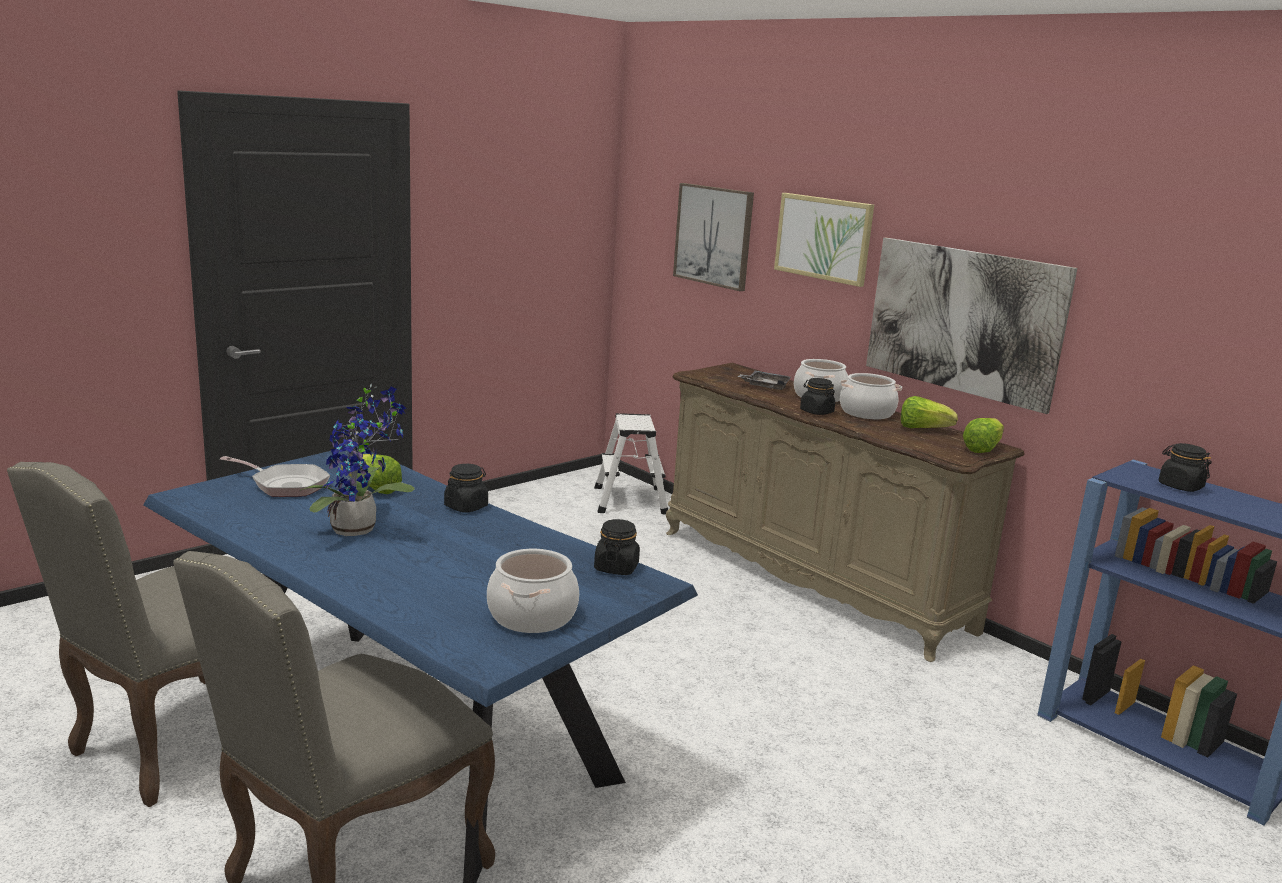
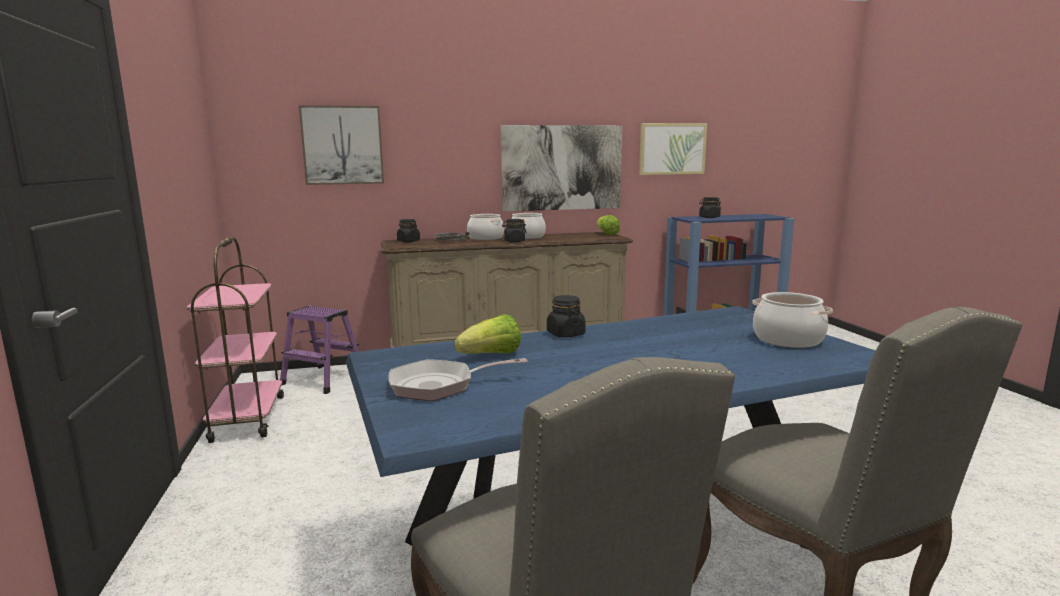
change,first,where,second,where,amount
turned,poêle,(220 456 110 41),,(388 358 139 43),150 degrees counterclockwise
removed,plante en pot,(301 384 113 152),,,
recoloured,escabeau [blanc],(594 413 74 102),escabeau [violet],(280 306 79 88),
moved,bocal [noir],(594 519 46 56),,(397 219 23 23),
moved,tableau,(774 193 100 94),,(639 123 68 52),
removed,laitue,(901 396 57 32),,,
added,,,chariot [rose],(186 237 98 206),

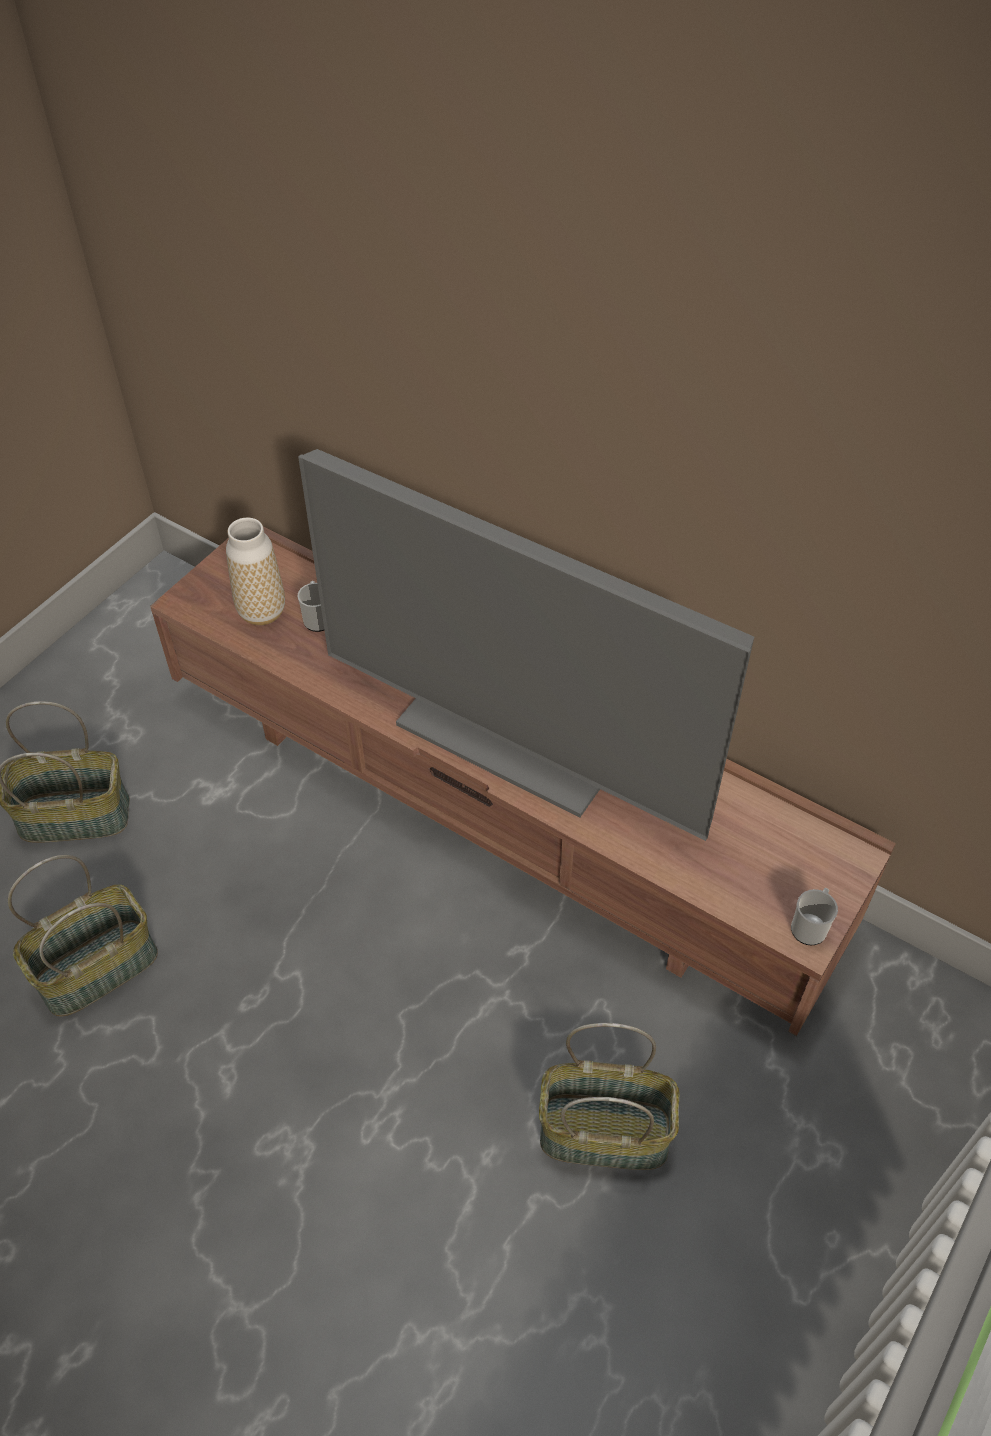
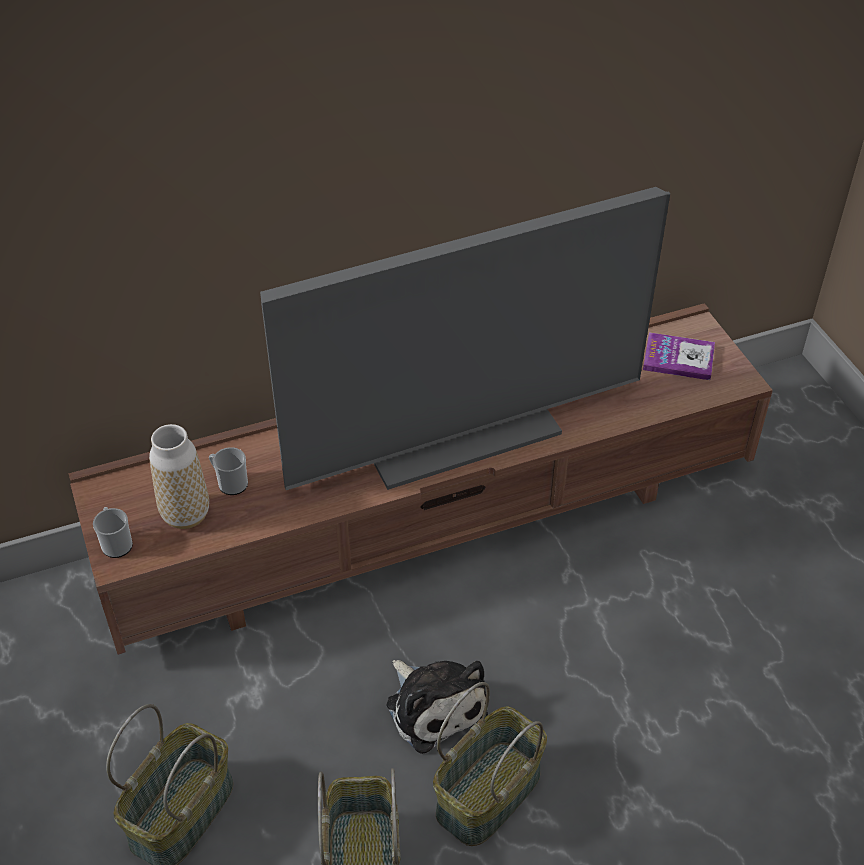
change,first,where,second,where,amount
moved,panier,(539 1023 140 147),,(433 682 114 164),
moved,mug,(791 888 47 57),,(93 507 40 51),
added,,,peluche,(386 660 102 94),
added,,,livre,(643 332 72 48),

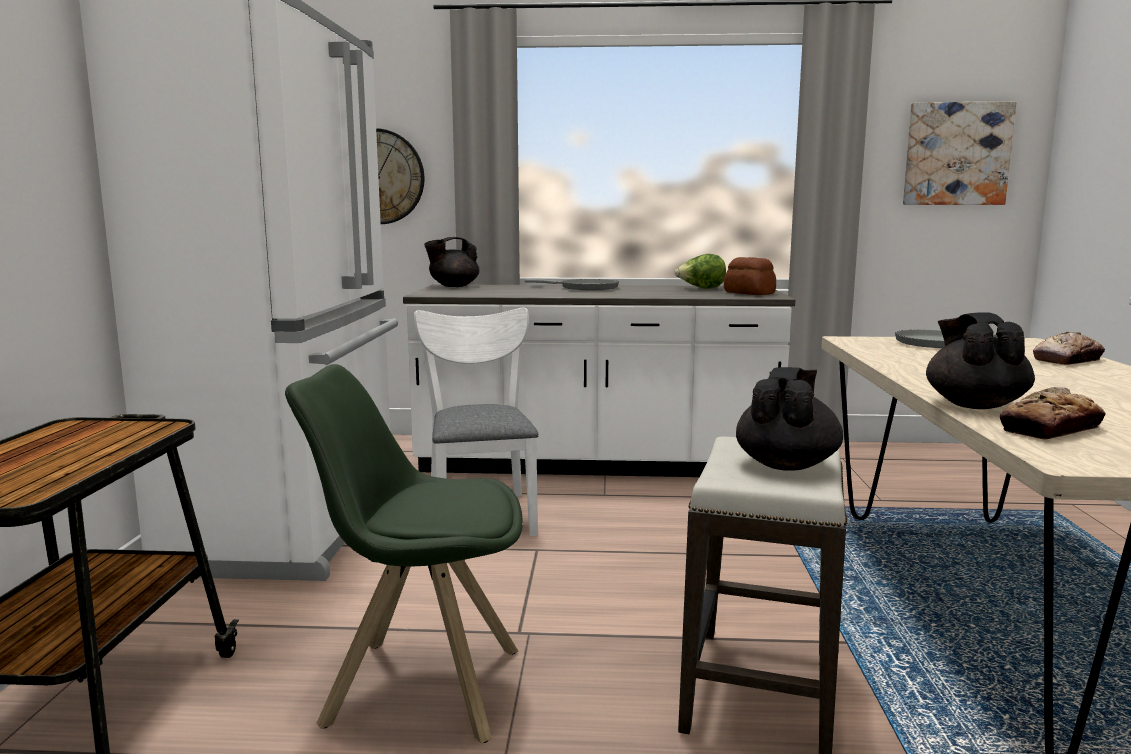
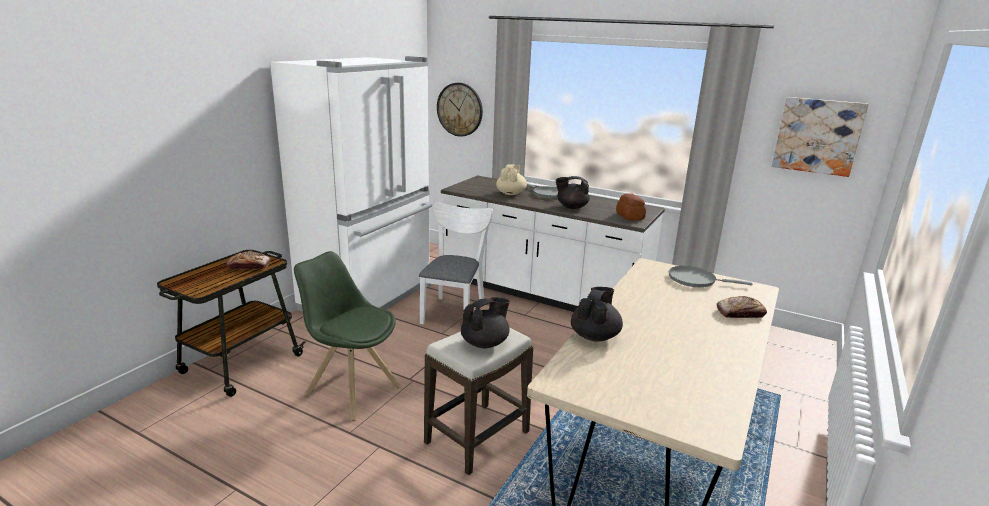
change,first,where,second,where,amount
moved,théière [noir],(424 237 55 50),,(555 176 35 33),
removed,laitue,(675 254 51 35),,,
moved,pain,(1000 387 106 53),,(227 251 44 18),
added,,,théière [beige],(496 164 31 31),

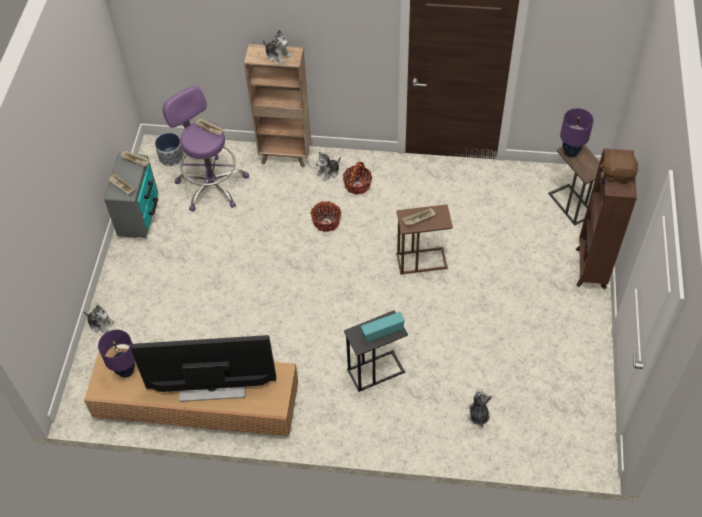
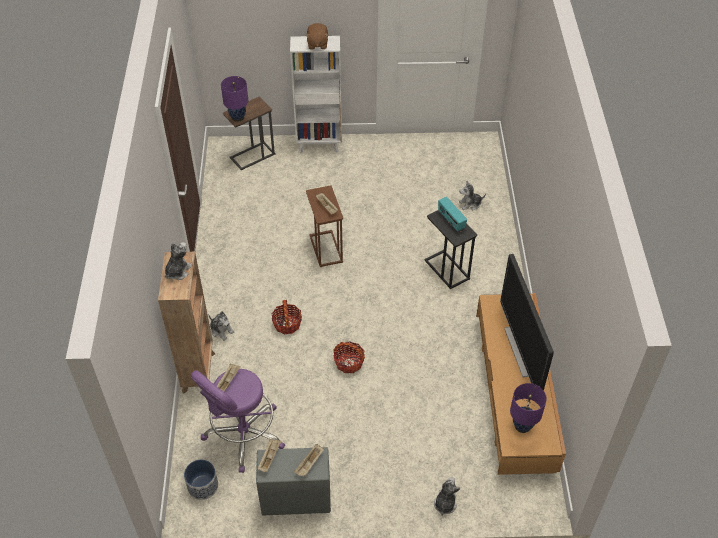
change,first,where,second,where,amount
moved,panier,(343 161 29 34),,(333 341 32 32),
recoloured,bibliothèque [marron],(576 149 61 140),bibliothèque [blanc],(290 36 52 118),

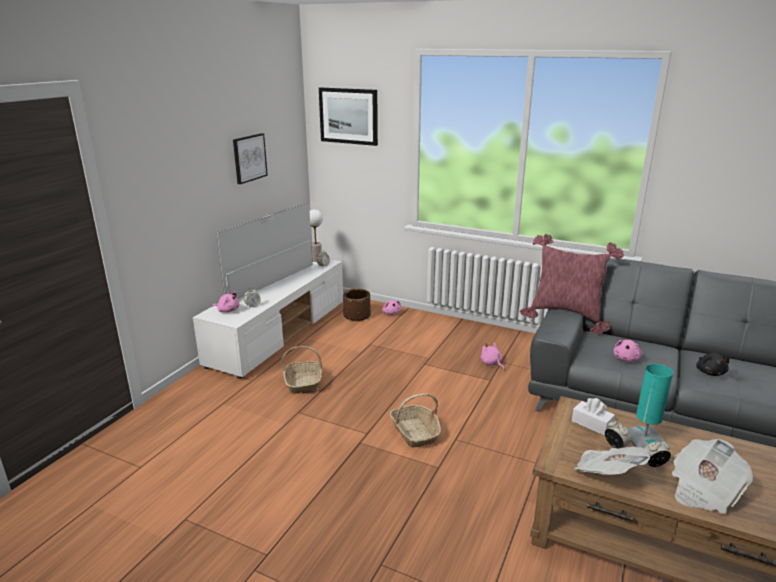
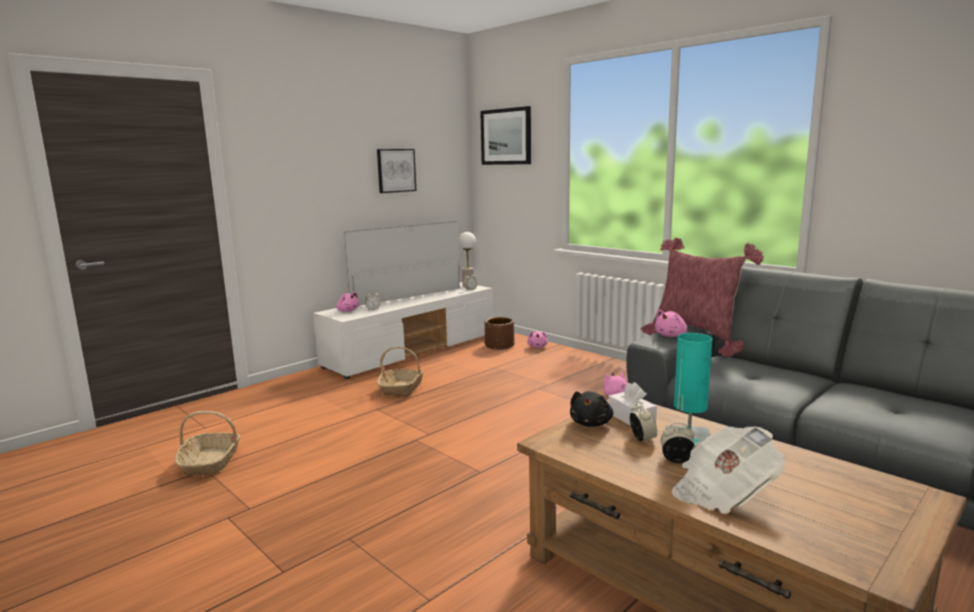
change,first,where,second,where,amount
moved,panier,(390 393 51 55),,(175 411 65 65),
removed,journal,(574 446 76 29),,,
moved,peluche [rose],(613 340 29 22),,(654 309 33 28),
moved,peluche [noir],(696 353 33 23),,(570 391 43 36),

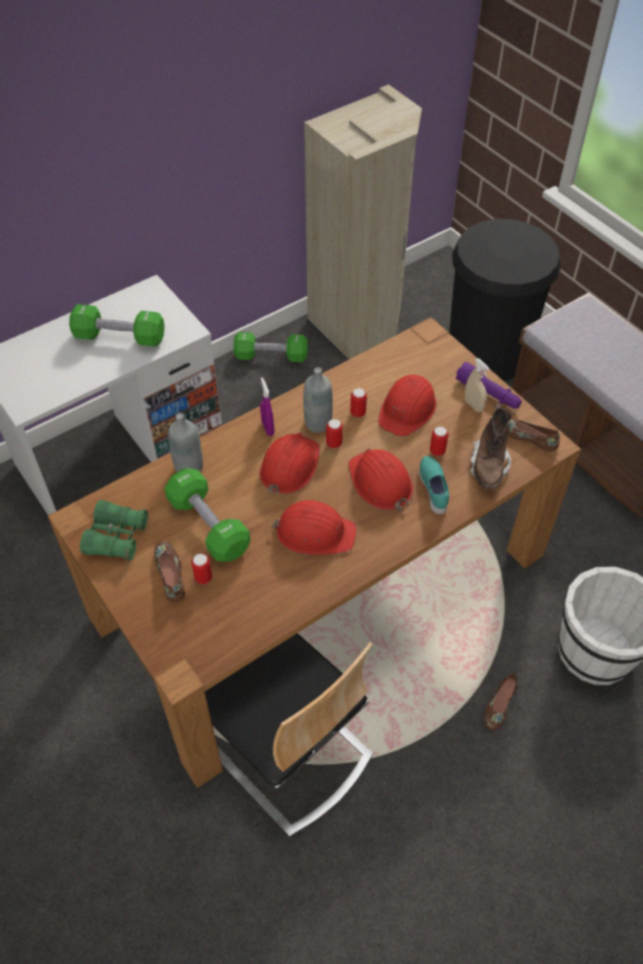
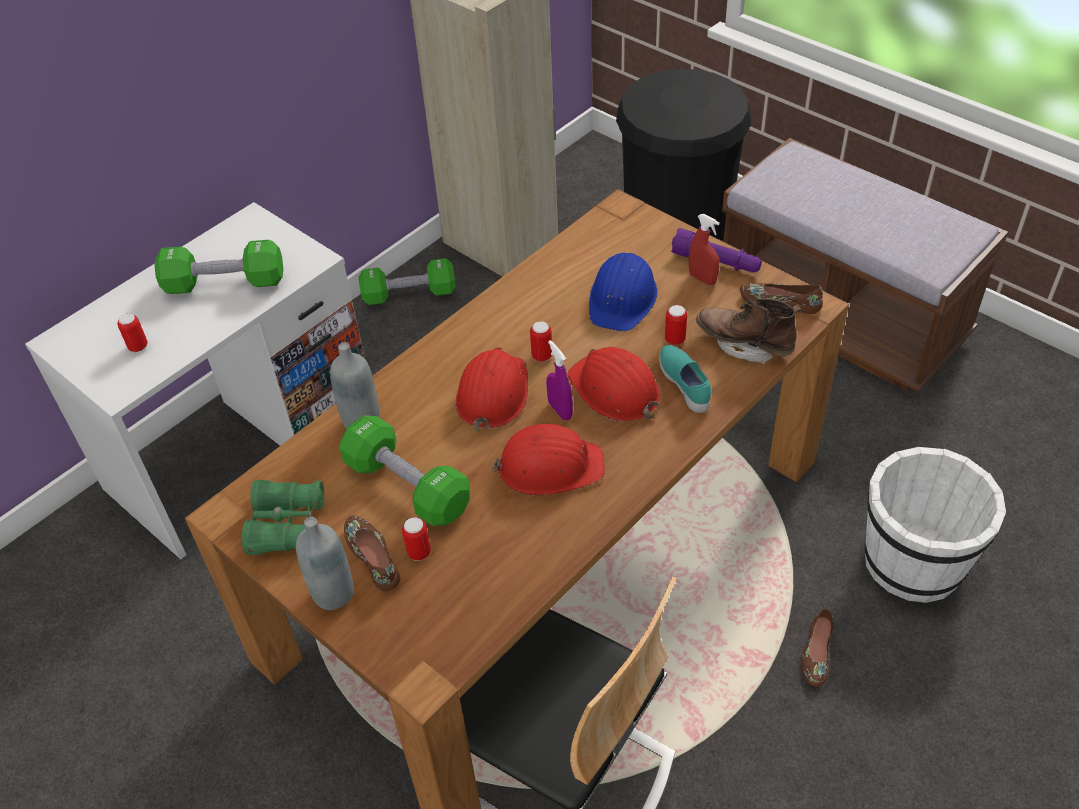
change,first,where,second,where,amount
moved,vaporisateur [violet],(260 378 14 58),,(546 340 27 80),
moved,bouteille [gris],(303 367 30 66),,(296 517 58 93),
moved,boîte métallique,(350 388 17 30),,(118 313 30 39),
recoloured,casque de chantier [rouge],(378 375 59 62),casque de chantier [bleu],(589 253 68 78),
recoloured,vaporisateur [beige],(465 358 25 54),vaporisateur [rouge],(689 214 31 71),
turned,botte [marron],(470 403 42 86),,(696 298 105 66),120 degrees clockwise

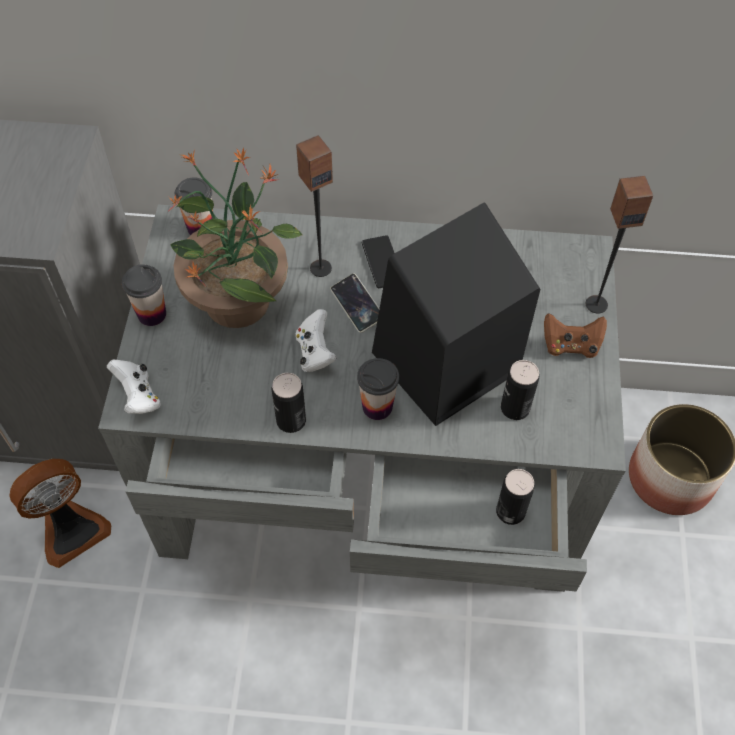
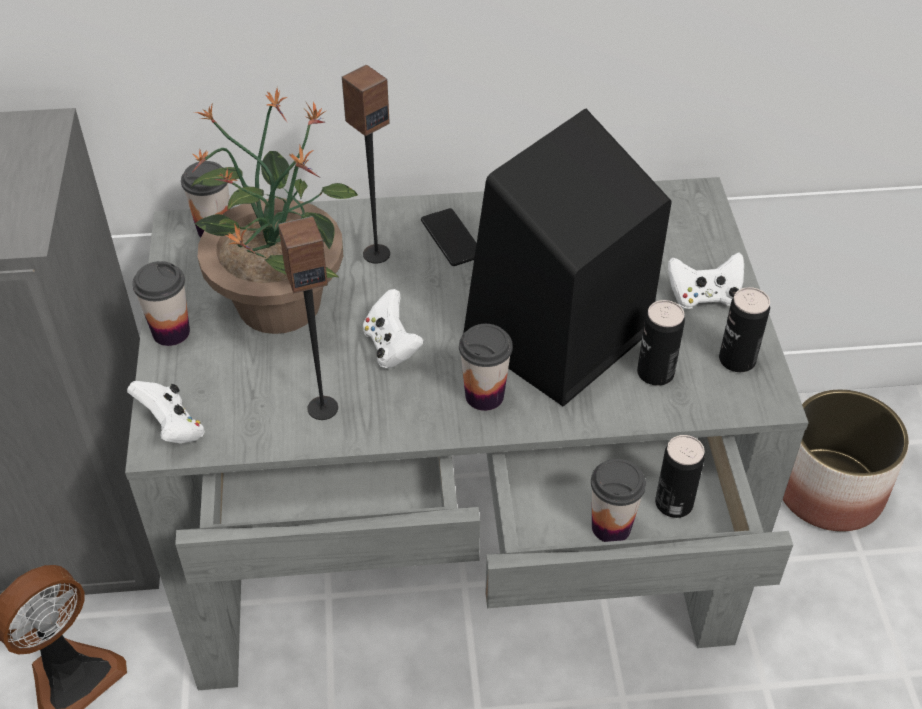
change,first,where,second,where,amount
moved,boîte métallique,(272 373 34 60),,(719 287 51 85),
removed,téléphone,(330 273 50 60),,,
recoloured,manette [marron],(544 313 63 45),manette [blanc],(668 252 76 57),
moved,enceinte,(586 175 67 139),,(278 216 60 204),
added,,,tasse,(591 459 55 83),

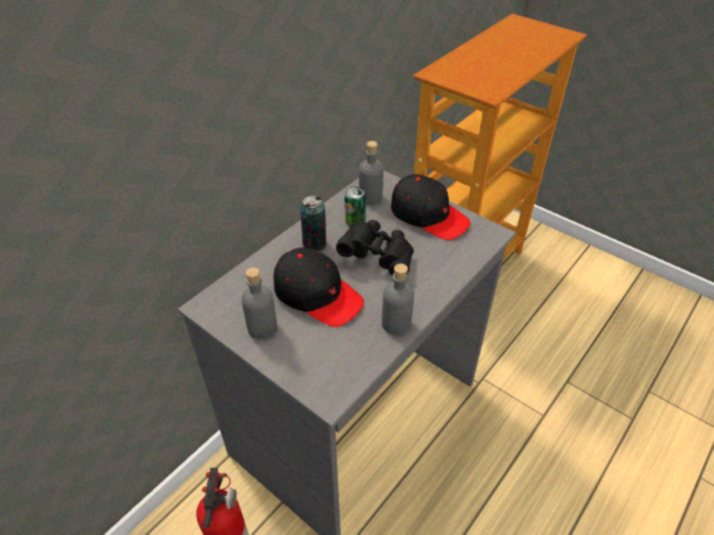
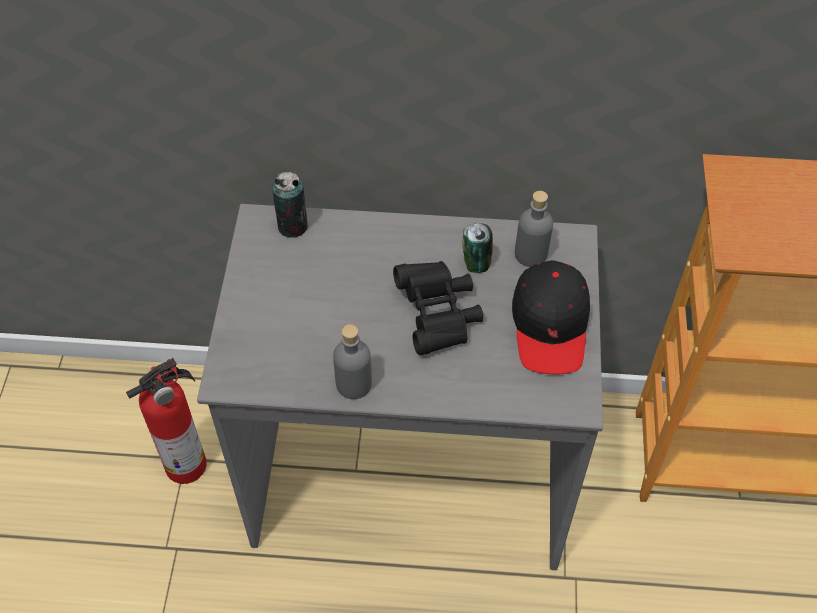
change,first,where,second,where,amount
removed,bouteille [gris],(241 267 36 73),,,
removed,casquette [noir],(273 247 91 80),,,
moved,boîte métallique,(300 196 26 55),,(272 172 36 66),

